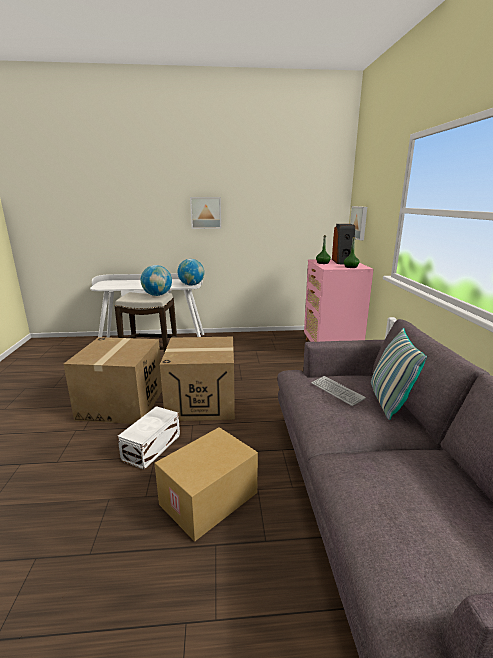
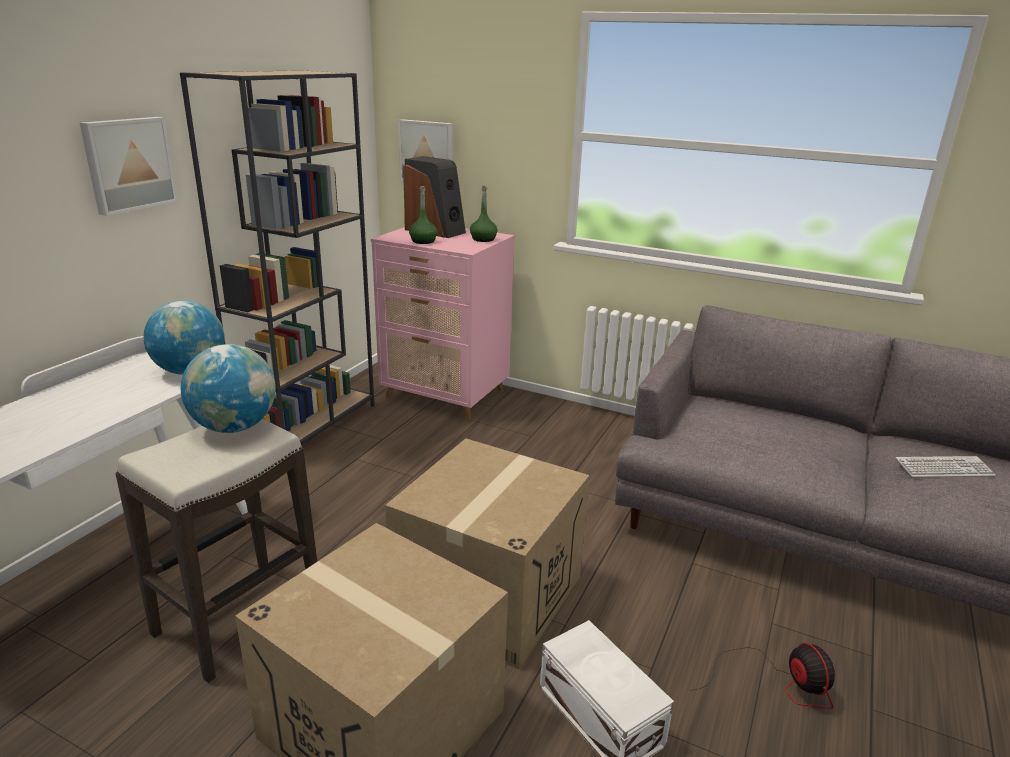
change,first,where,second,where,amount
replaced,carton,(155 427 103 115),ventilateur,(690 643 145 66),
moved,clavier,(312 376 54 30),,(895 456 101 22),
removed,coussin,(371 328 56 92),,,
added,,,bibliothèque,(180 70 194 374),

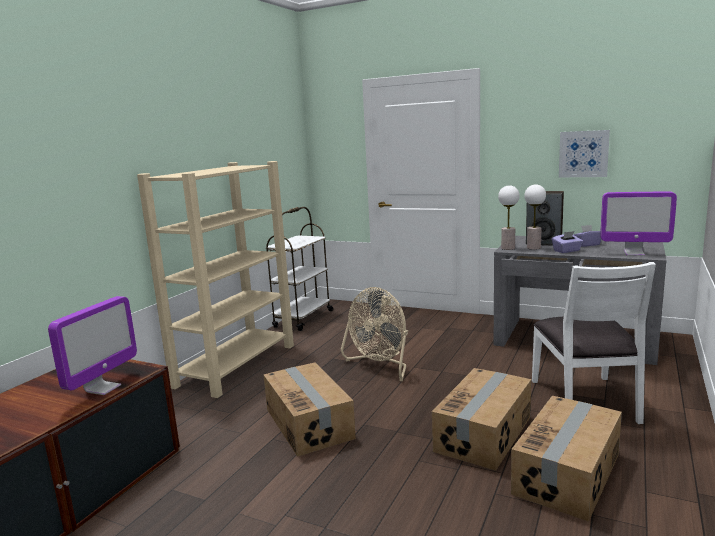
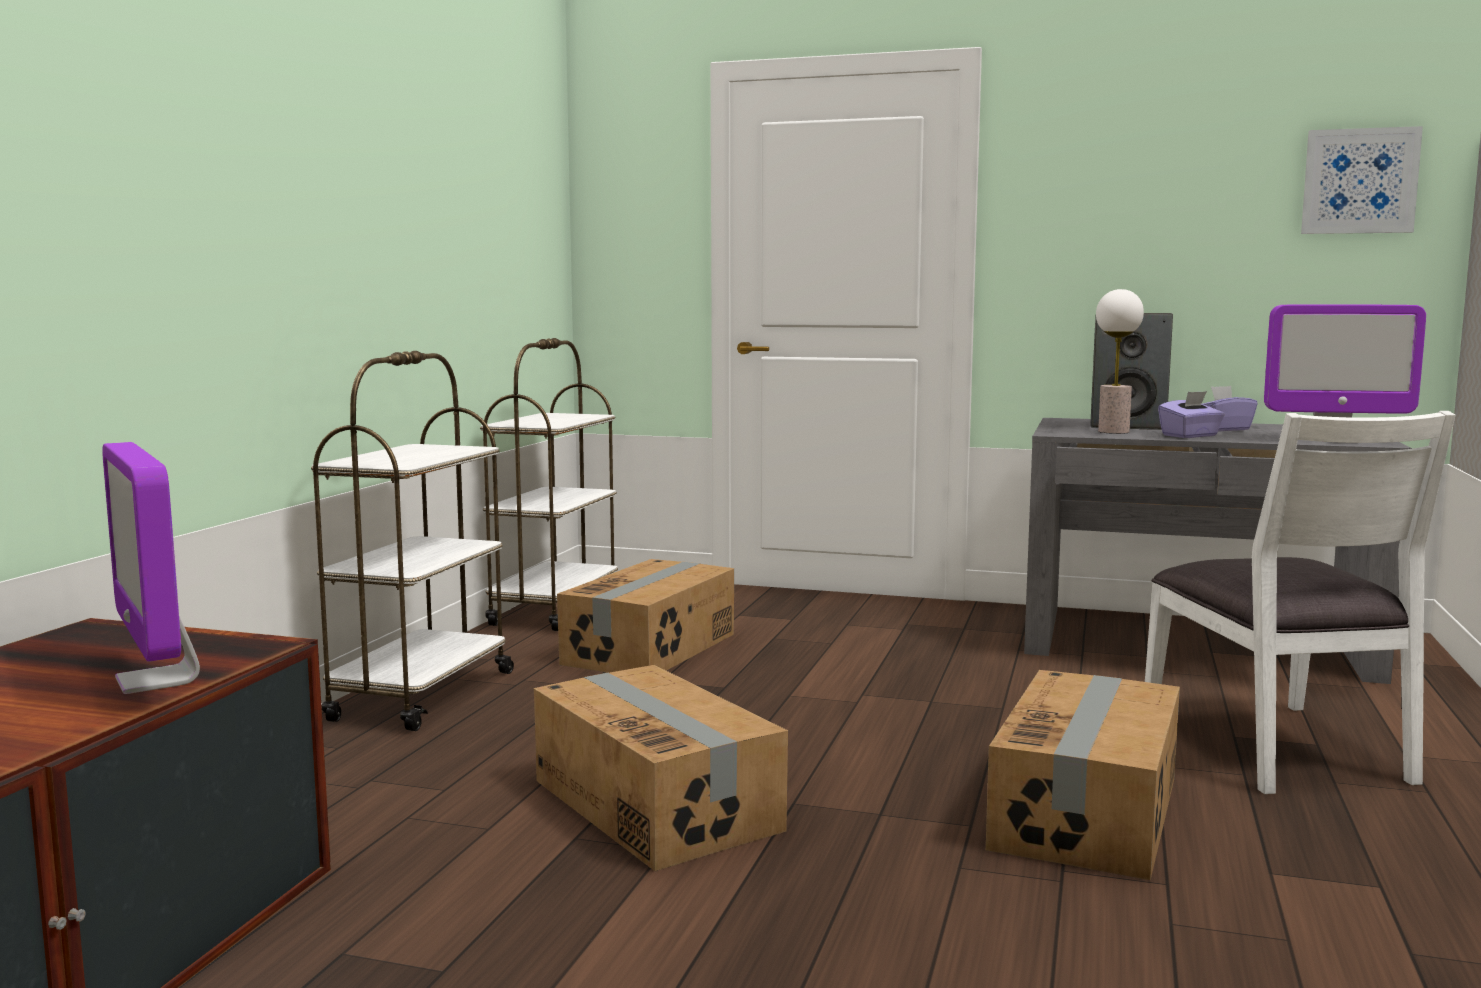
change,first,where,second,where,amount
turned,écran d'ordinateur,(48 296 89 99),,(102 442 98 252),135 degrees clockwise
replaced,bibliothèque [beige],(137 161 157 237),chariot [blanc],(311 351 203 380),
removed,ventilateur [beige],(341 287 67 94),,,
removed,lampe de table,(498 185 22 65),,,
moved,carton,(511 396 111 126),,(557 559 177 114),
moved,tableau,(559 130 51 47),,(1301 126 122 108),

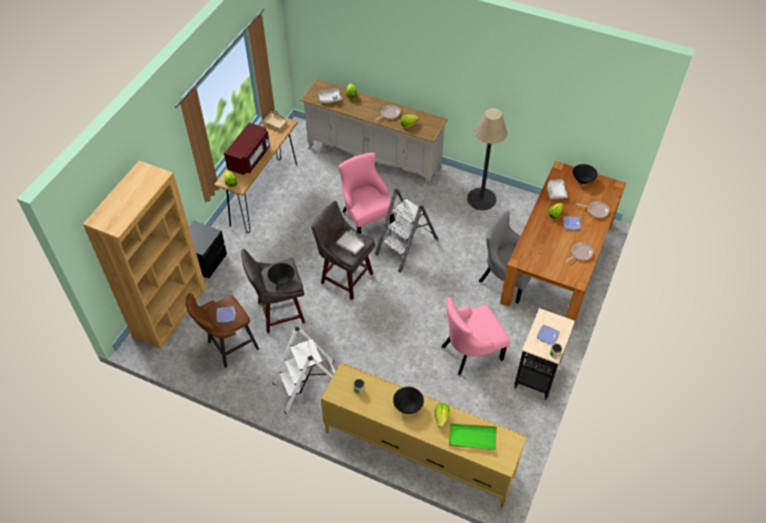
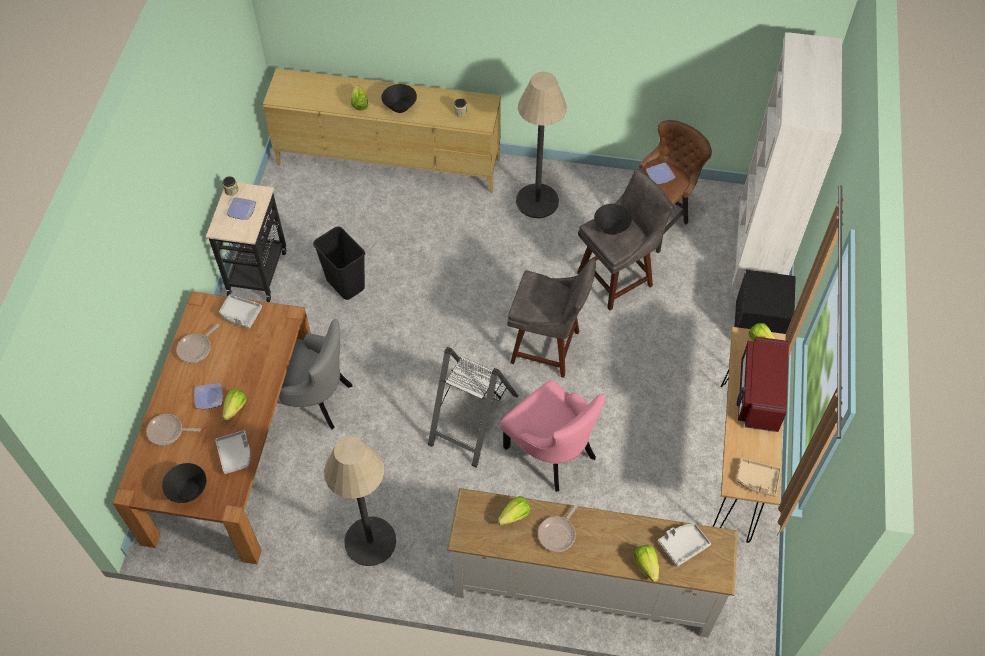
change,first,where,second,where,amount
recoloured,bibliothèque [marron],(83 161 123 188),bibliothèque [blanc],(732 32 110 257),
replaced,escabeau [blanc],(273 326 63 88),lampadaire,(516 72 51 146),
moved,plateau [gris],(336 230 28 25),,(219 294 43 35),
replaced,chaise [rose],(442 297 68 78),poubelle [noir],(313 226 52 74),
removed,plateau [vert],(449 424 48 27),,,

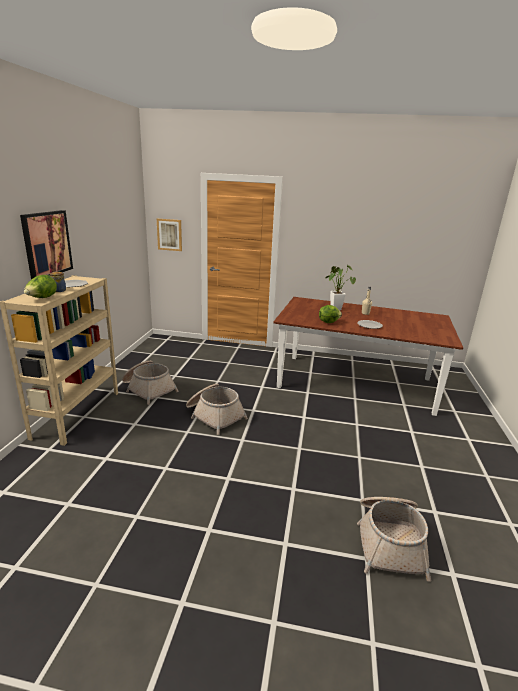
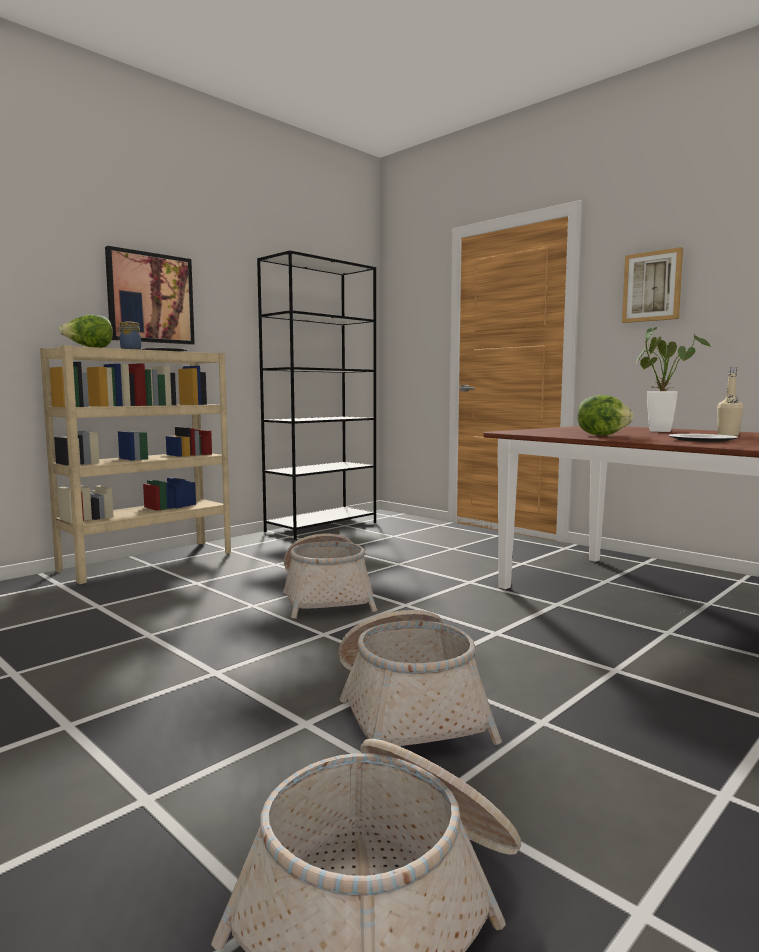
change,first,where,second,where,amount
moved,panier,(122 361 56 44),,(338 610 164 136),
moved,tableau,(157 219 25 32),,(622 247 61 76),
added,,,bibliothèque [blanc],(257 251 119 289),

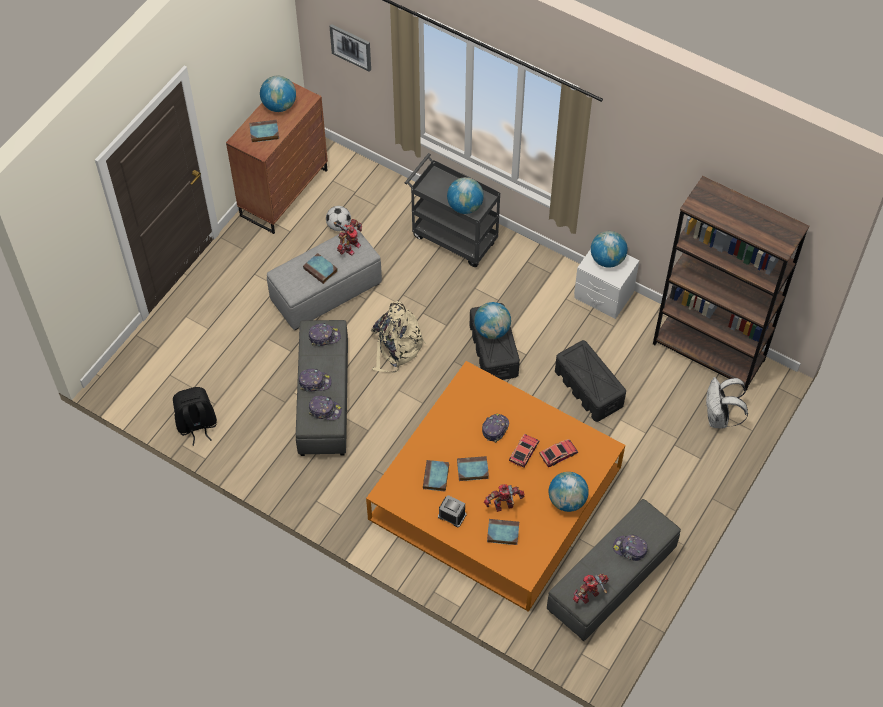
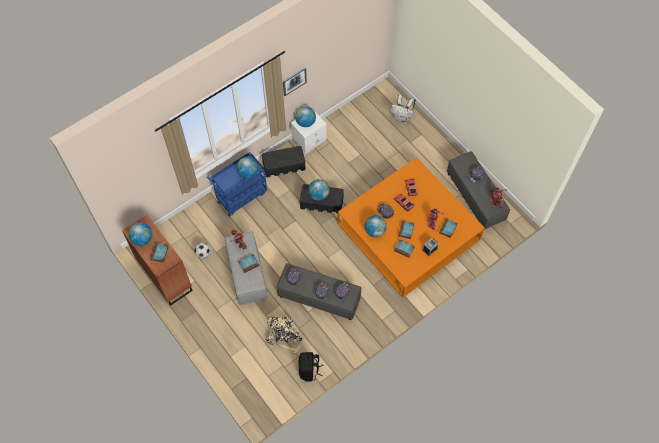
change,first,where,second,where,amount
moved,tableau,(330 24 41 48),,(283 67 24 29),
moved,sac à dos [beige],(371 301 55 72),,(265 316 37 38),
recoloured,chariot [gris],(405 153 95 114),chariot [bleu],(207 152 60 65),
moved,globe,(549 472 40 40),,(364 215 22 22),
moved,boîte de rangement [noir],(555 340 71 82),,(262 146 43 31),
removed,bibliothèque [marron],(653 176 156 215),,,

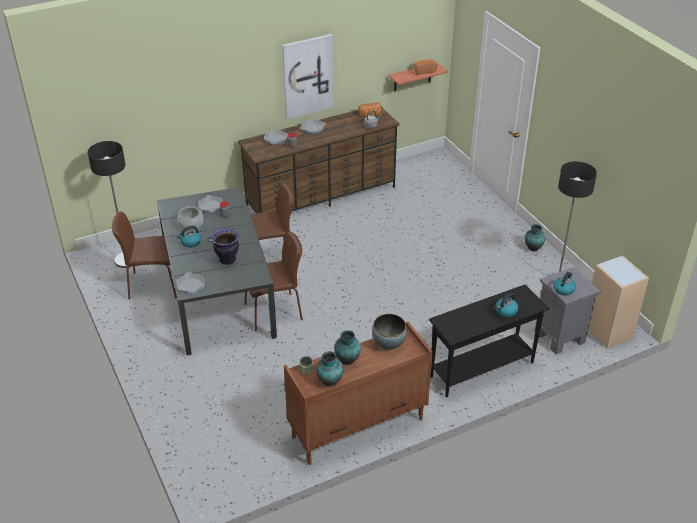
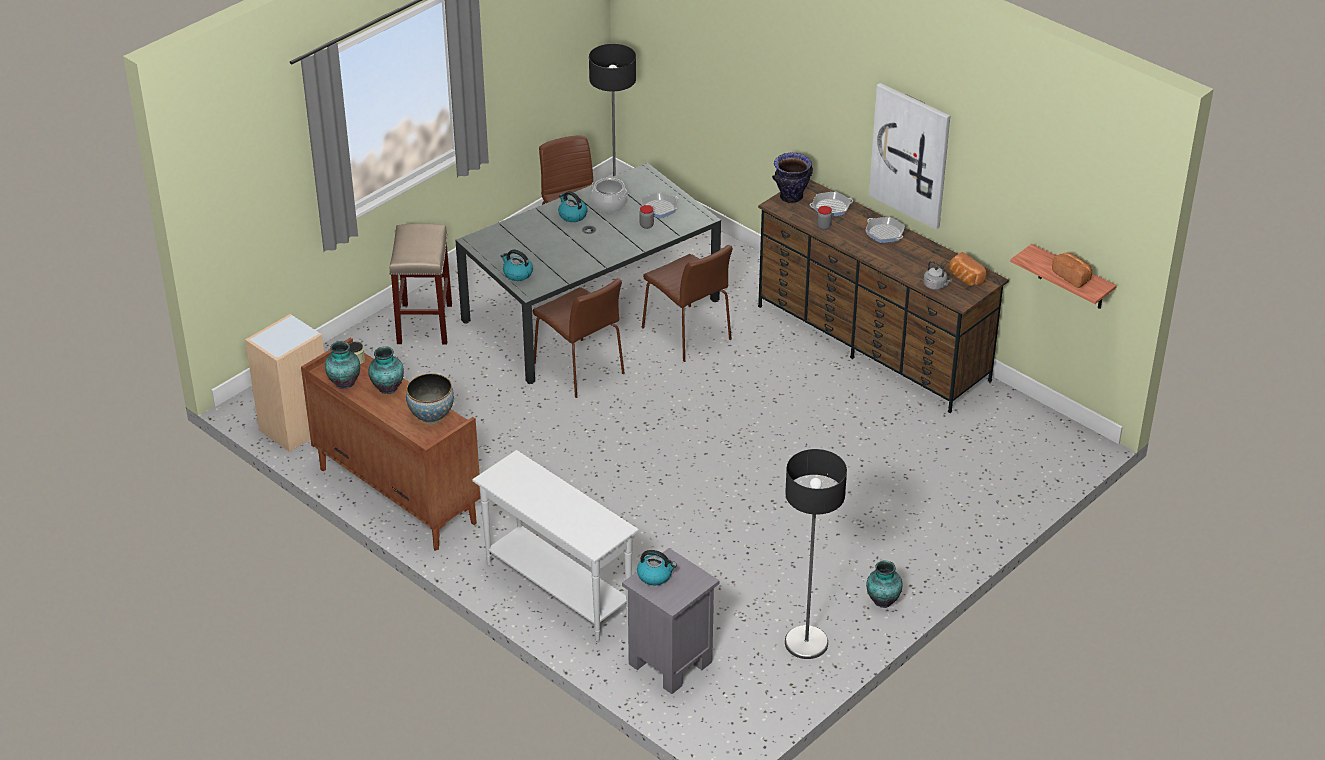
change,first,where,second,where,amount
removed,poêle,(176 272 29 22),,,
moved,vase,(211 228 28 37),,(772 153 41 50),
recoloured,table console [noir],(429 284 120 113),table console [blanc],(472 450 167 192),
moved,bouilloire,(495 293 23 24),,(501 250 32 31),
moved,bibliothèque,(588 255 61 94),,(245 314 79 138),
added,,,tabouret [beige],(389 223 63 121),

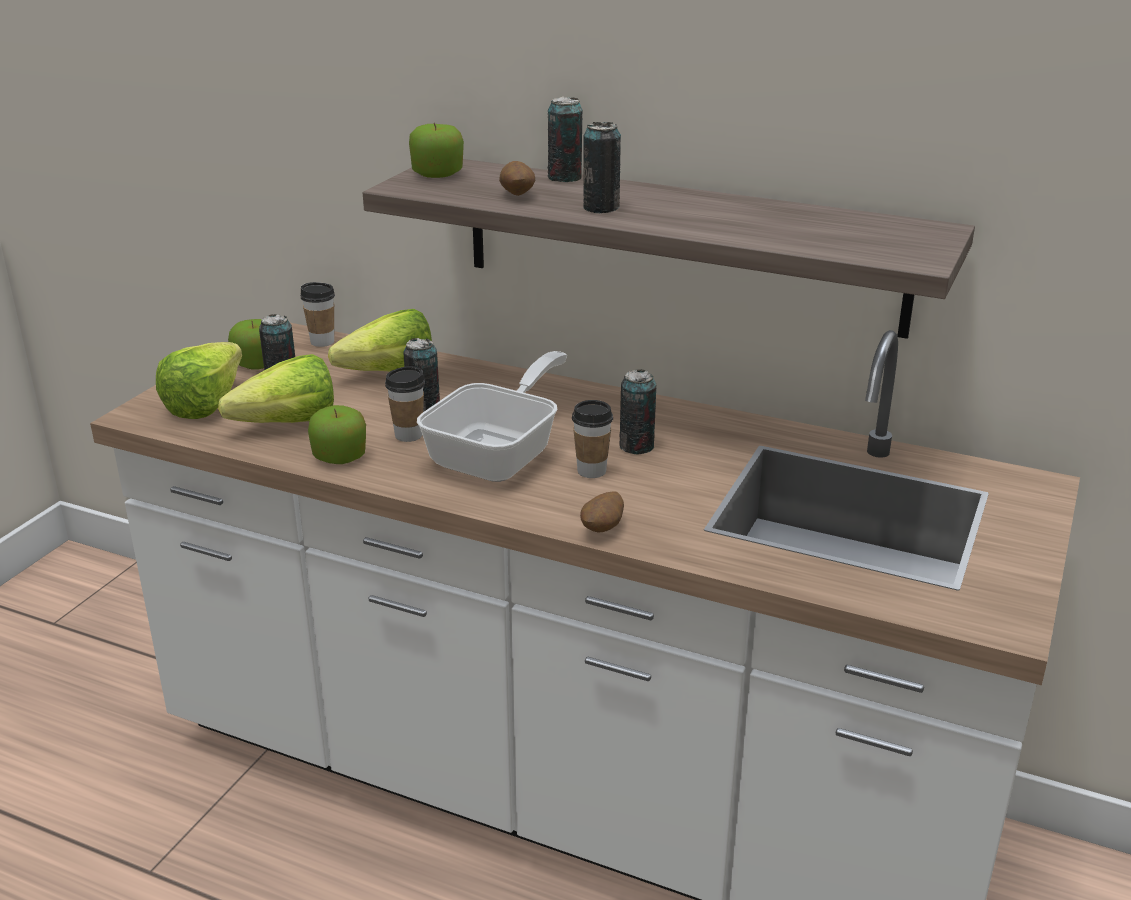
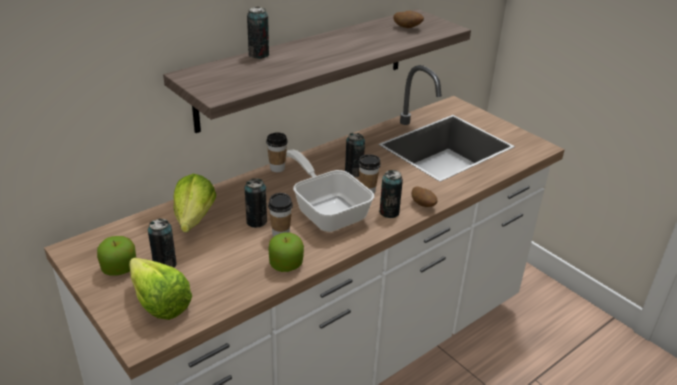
change,first,where,second,where,amount
removed,laitue,(218 354 116 69),,,
moved,tasse,(300 282 35 65),,(266 132 22 40),
removed,pomme,(409 123 55 55),,,
moved,pomme de terre,(499 161 36 35),,(393 10 31 18),
moved,boîte métallique,(583 122 38 92),,(379 170 24 48),

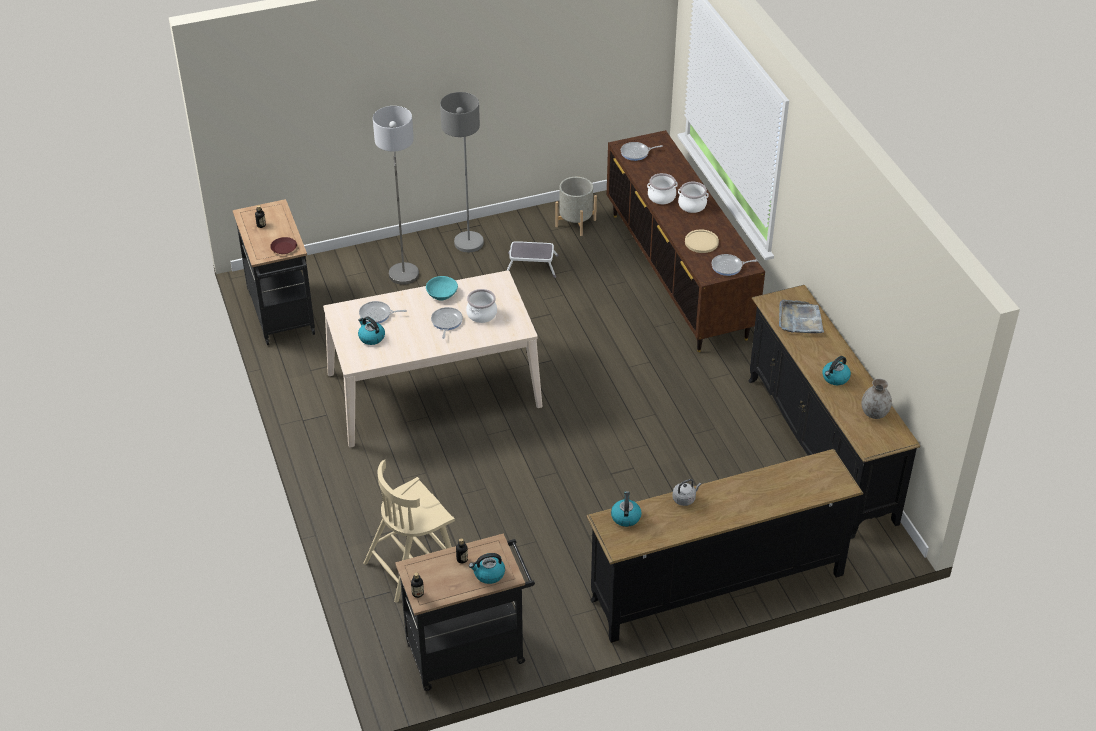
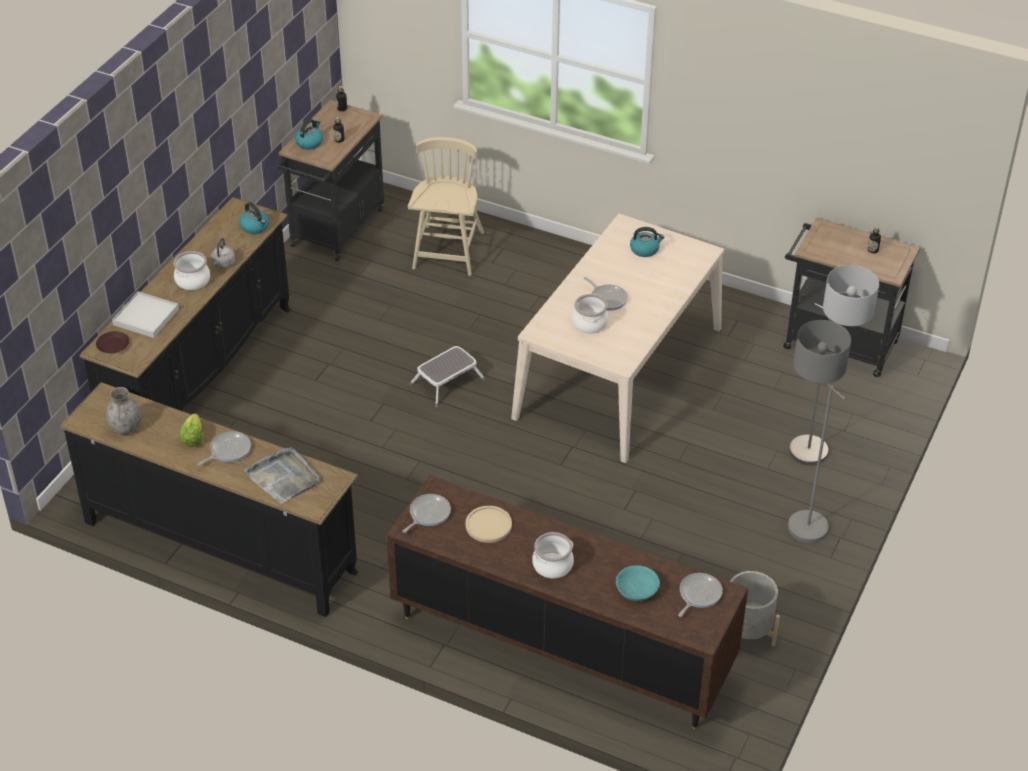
change,first,where,second,where,amount
moved,assiette [marron],(270 237 27 17),,(96 331 33 22),
moved,poêle,(359 301 48 22),,(197 431 54 35),
moved,bol [turquoise],(426 276 32 24),,(616 565 44 36),
moved,escabeau [gris],(506 241 53 37),,(409 346 77 62),
moved,marmite,(647 173 31 31),,(174 251 36 39),
replaced,bouilloire,(822 356 29 29),laitue,(179 414 24 33),
added,,,plateau [blanc],(112 291 67 47),

